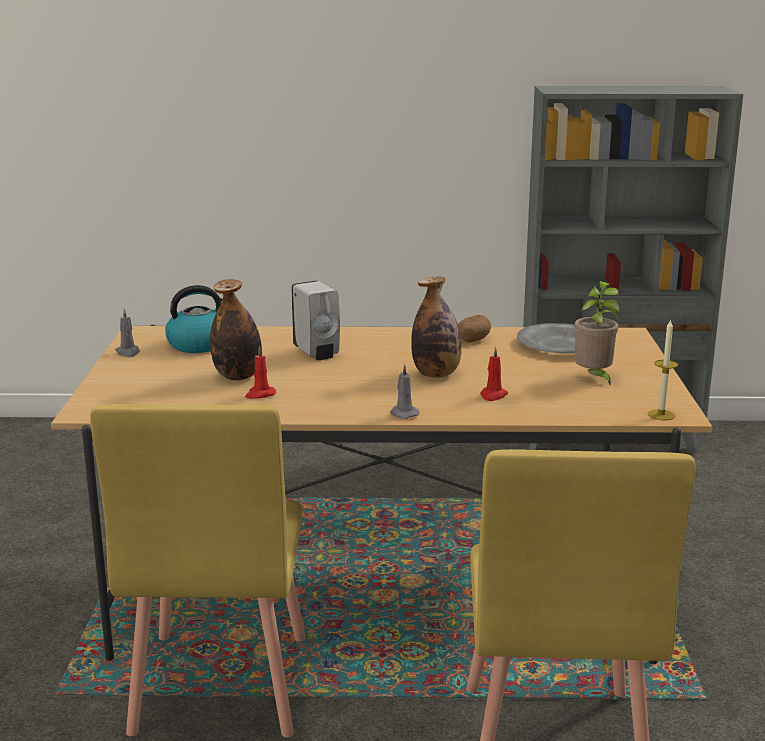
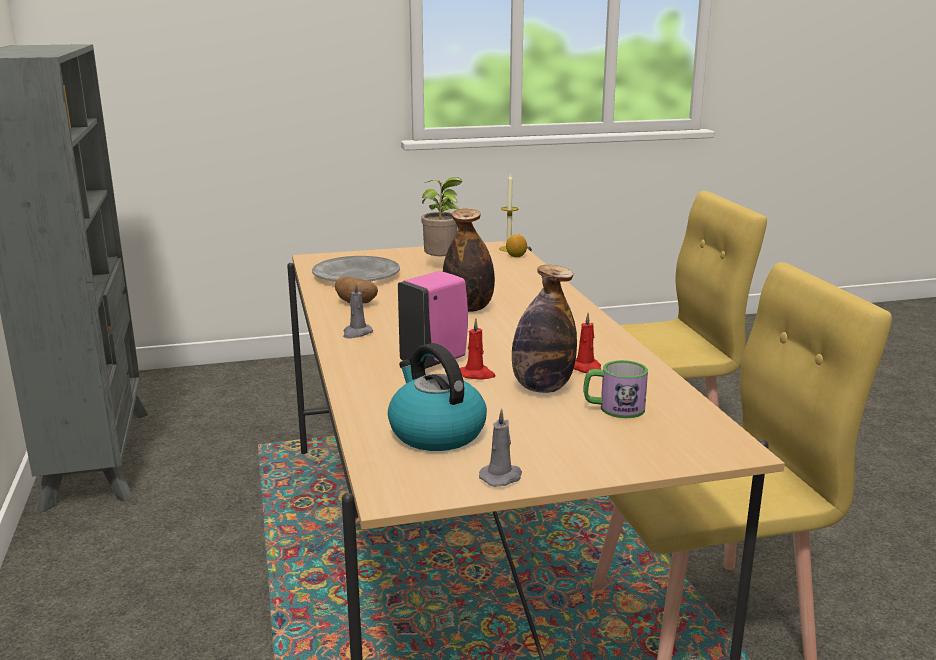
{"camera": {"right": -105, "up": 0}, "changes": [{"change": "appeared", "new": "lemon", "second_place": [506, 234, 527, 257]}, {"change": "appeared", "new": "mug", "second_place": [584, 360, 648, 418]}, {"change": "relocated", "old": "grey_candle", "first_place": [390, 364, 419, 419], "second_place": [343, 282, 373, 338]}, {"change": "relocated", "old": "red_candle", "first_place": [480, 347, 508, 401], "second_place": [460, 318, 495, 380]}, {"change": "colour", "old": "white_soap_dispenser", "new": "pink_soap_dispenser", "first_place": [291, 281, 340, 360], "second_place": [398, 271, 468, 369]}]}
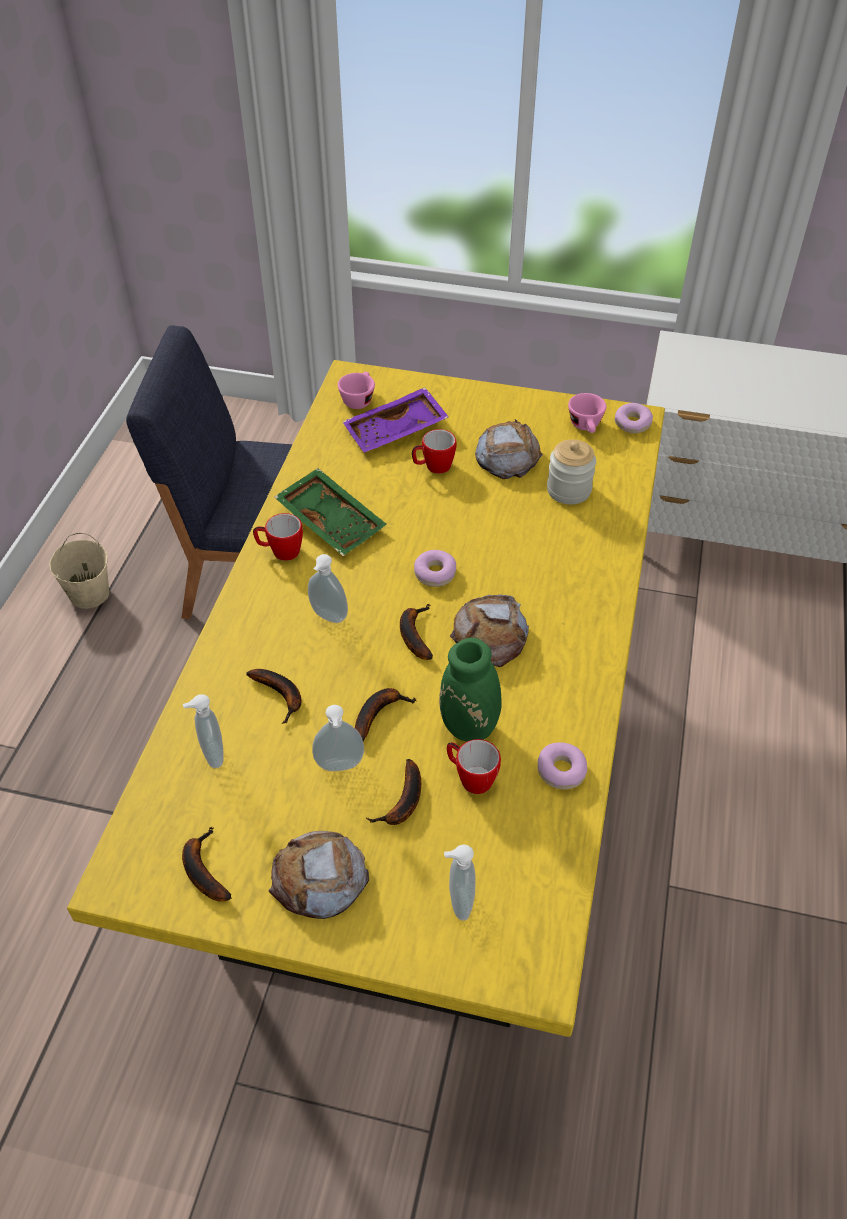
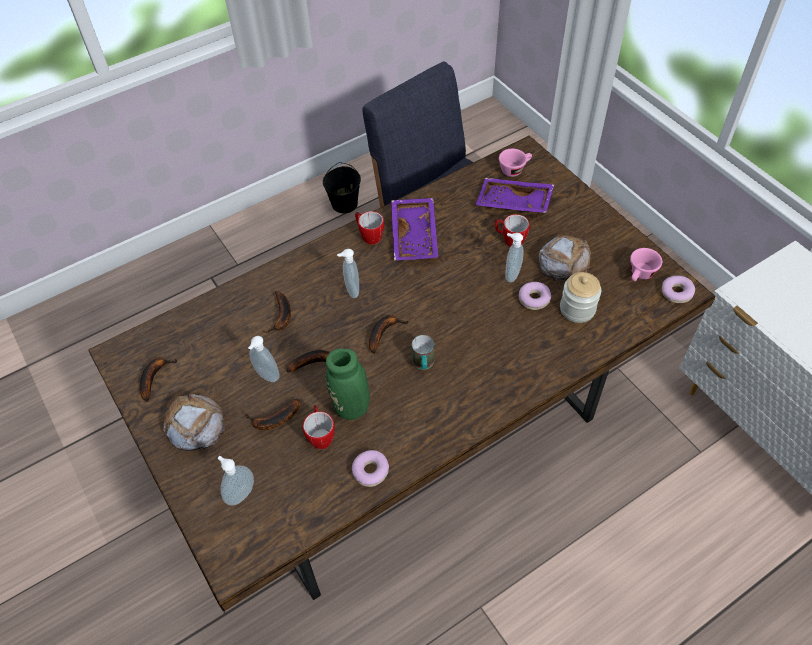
{"camera": {"right": 45, "up": 5}, "changes": [{"change": "relocated", "old": "soap_dispenser", "first_place": [183, 694, 224, 768], "second_place": [506, 233, 524, 282]}, {"change": "relocated", "old": "donut", "first_place": [414, 550, 456, 587], "second_place": [519, 282, 551, 310]}, {"change": "exchanged", "old": "bread", "new": "mug", "first_place": [450, 594, 529, 667], "second_place": [412, 335, 434, 370]}, {"change": "colour", "old": "beige_bucket", "new": "black_bucket", "first_place": [49, 533, 109, 609], "second_place": [323, 162, 361, 213]}, {"change": "colour", "old": "yellow_dining_table", "new": "brown_dining_table", "first_place": [67, 360, 665, 1037], "second_place": [88, 136, 715, 611]}, {"change": "colour", "old": "green_tray", "new": "purple_tray", "first_place": [274, 468, 387, 556], "second_place": [391, 198, 438, 260]}]}
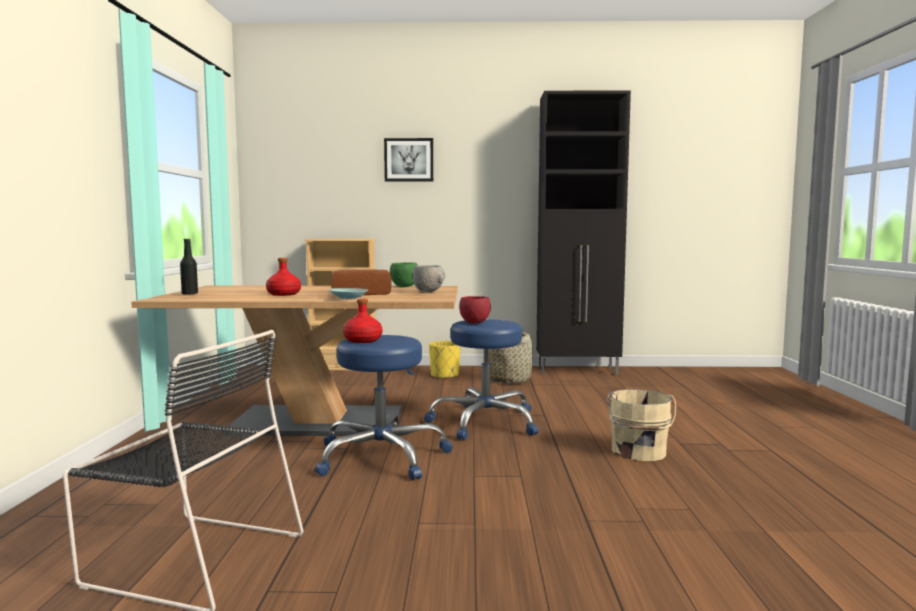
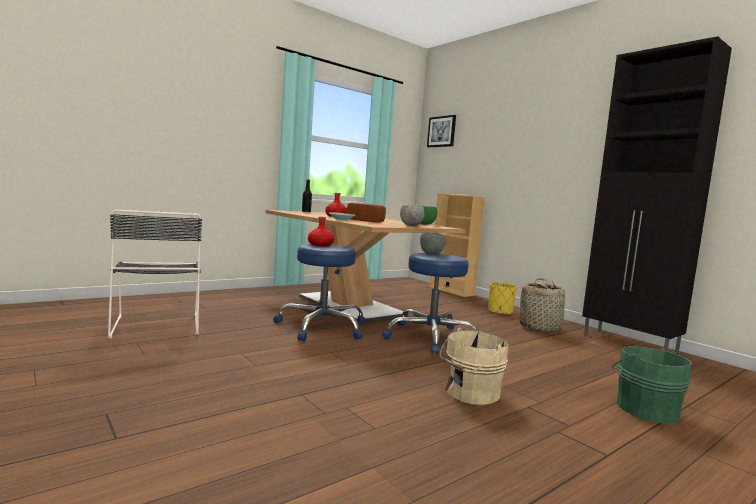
{"camera": {"right": 50, "up": 0}, "changes": [{"change": "appeared", "new": "green_bucket", "second_place": [612, 346, 692, 423]}, {"change": "relocated", "old": "picture", "first_place": [384, 138, 433, 182], "second_place": [427, 115, 456, 147]}, {"change": "colour", "old": "red_bowl", "new": "grey_bowl", "first_place": [459, 296, 491, 324], "second_place": [420, 232, 447, 255]}]}
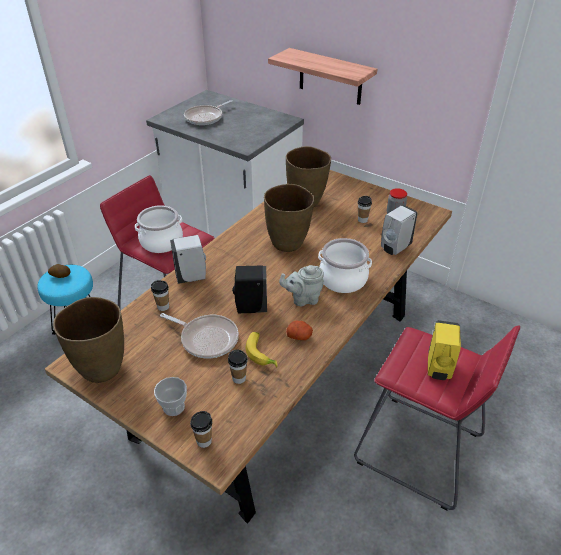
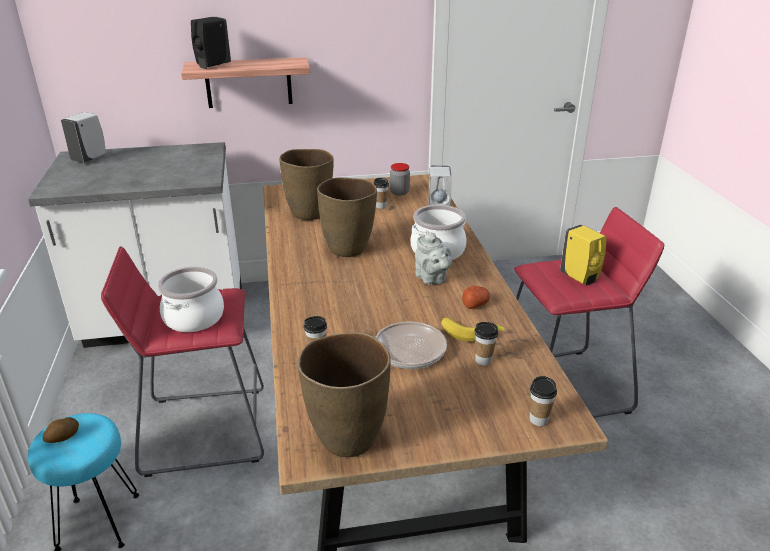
{"camera": {"right": -45, "up": -10}, "changes": [{"change": "missing", "old": "cup", "first_place": [154, 377, 187, 416]}, {"change": "missing", "old": "frying_pan", "first_place": [184, 100, 233, 125]}, {"change": "relocated", "old": "white_soap_dispenser", "first_place": [170, 235, 206, 284], "second_place": [61, 112, 106, 163]}, {"change": "relocated", "old": "black_soap_dispenser", "first_place": [232, 265, 267, 313], "second_place": [191, 17, 231, 69]}, {"change": "spun", "old": "grey_teapot", "first_place": [279, 265, 324, 306], "second_place": [415, 230, 452, 285], "degrees": -60}]}
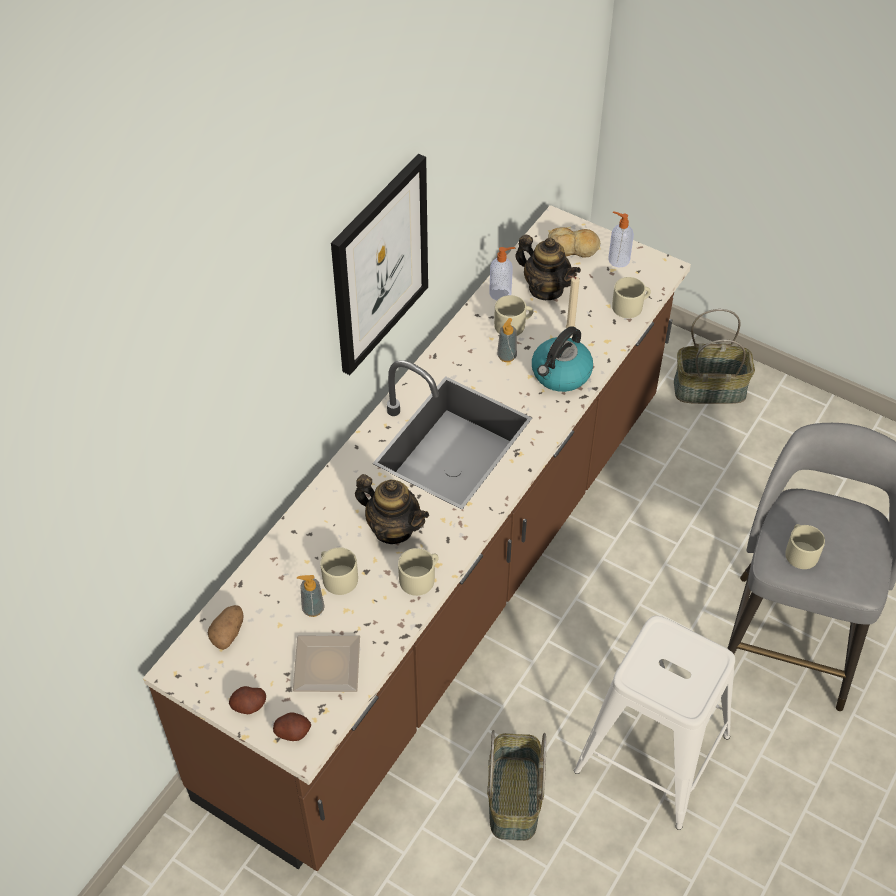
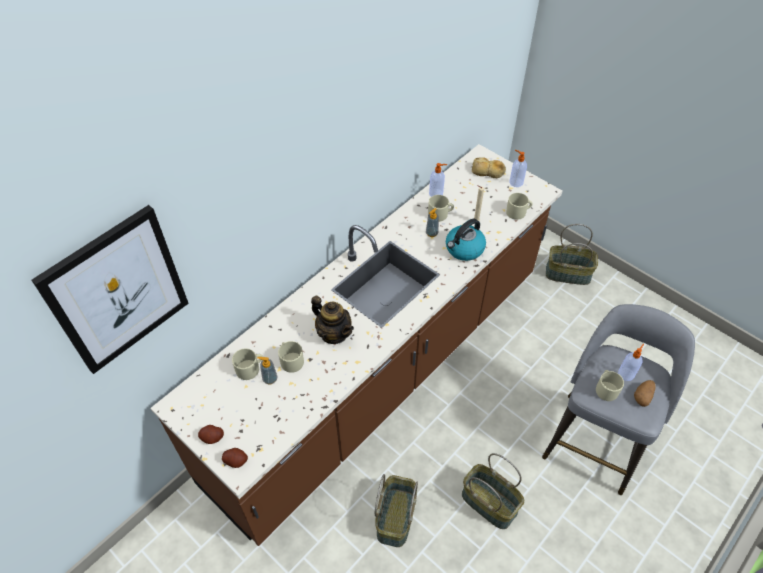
{"camera": {"right": 10, "up": 0}, "changes": [{"change": "missing", "old": "plate", "first_place": [293, 635, 360, 692]}, {"change": "missing", "old": "teapot", "first_place": [515, 234, 581, 300]}, {"change": "appeared", "new": "soap_dispenser", "second_place": [618, 344, 644, 381]}, {"change": "relocated", "old": "potato", "first_place": [208, 605, 243, 650], "second_place": [634, 380, 656, 407]}, {"change": "relocated", "old": "picture", "first_place": [331, 154, 428, 375], "second_place": [32, 205, 189, 374]}, {"change": "relocated", "old": "beige_mug", "first_place": [398, 548, 439, 596], "second_place": [232, 348, 263, 380]}, {"change": "exchanged", "old": "white_stool", "new": "basket", "first_place": [574, 615, 735, 830], "second_place": [462, 453, 524, 529]}]}
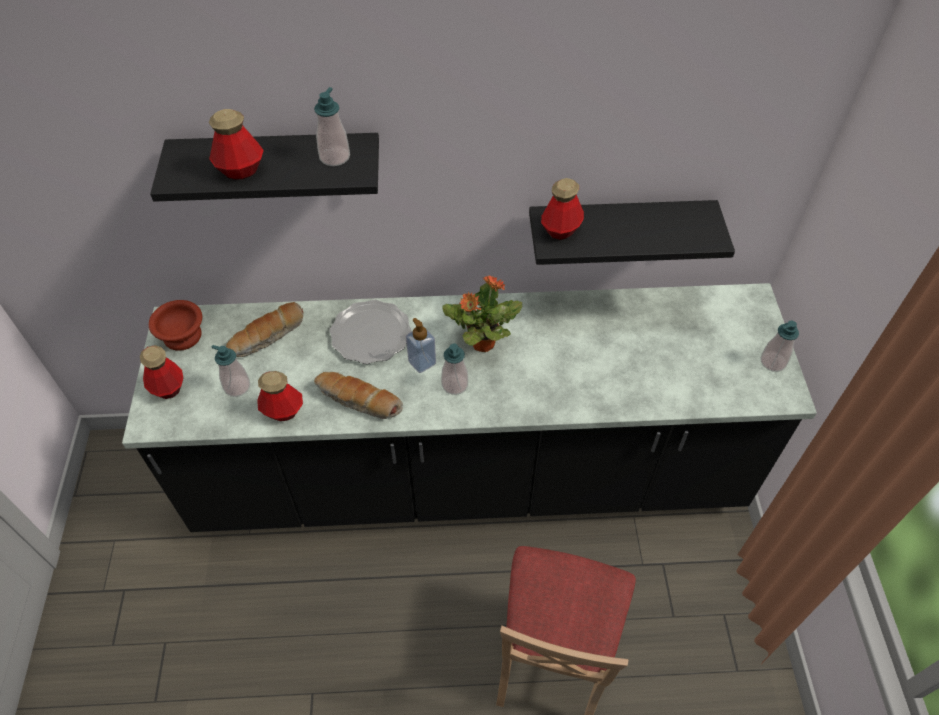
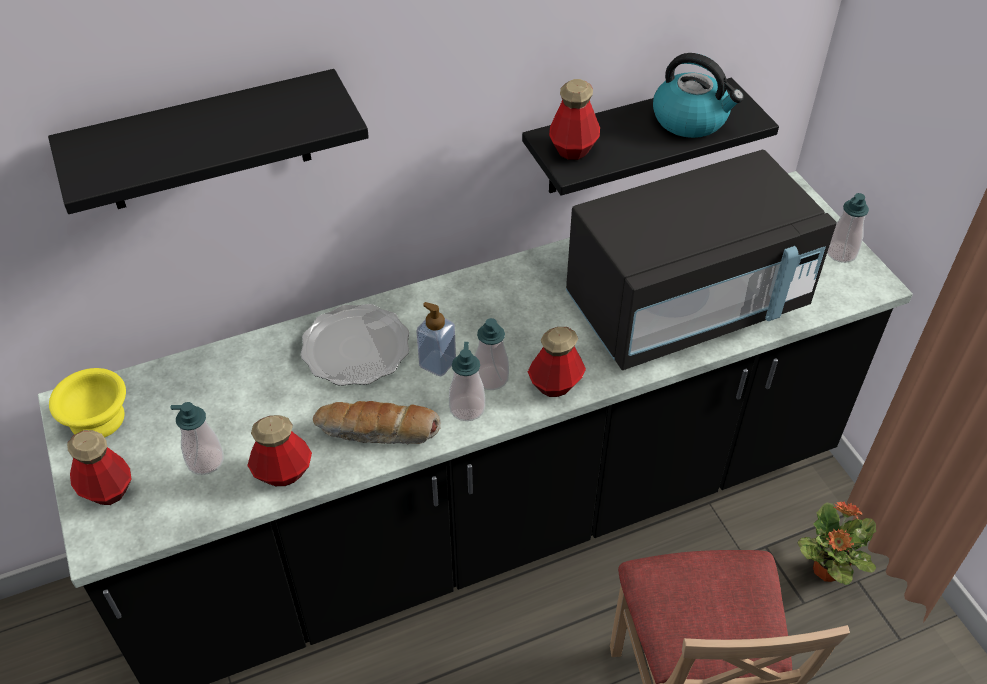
{"camera": {"right": -20, "up": -5}, "changes": [{"change": "missing", "old": "bread", "first_place": [226, 302, 304, 357]}, {"change": "appeared", "new": "black_microwave", "second_place": [566, 150, 837, 370]}, {"change": "appeared", "new": "kettle", "second_place": [653, 53, 744, 138]}, {"change": "relocated", "old": "bottle", "first_place": [209, 109, 264, 179], "second_place": [528, 327, 586, 397]}, {"change": "relocated", "old": "soap_dispenser", "first_place": [314, 87, 350, 166], "second_place": [449, 342, 485, 421]}, {"change": "relocated", "old": "potted_plant", "first_place": [442, 275, 522, 352], "second_place": [797, 502, 876, 585]}, {"change": "colour", "old": "brown_bowl", "new": "yellow_bowl", "first_place": [149, 300, 202, 351], "second_place": [49, 368, 126, 438]}]}
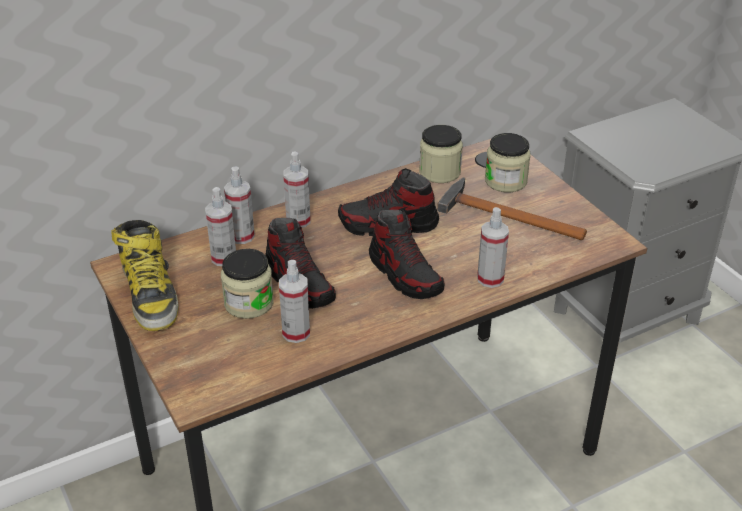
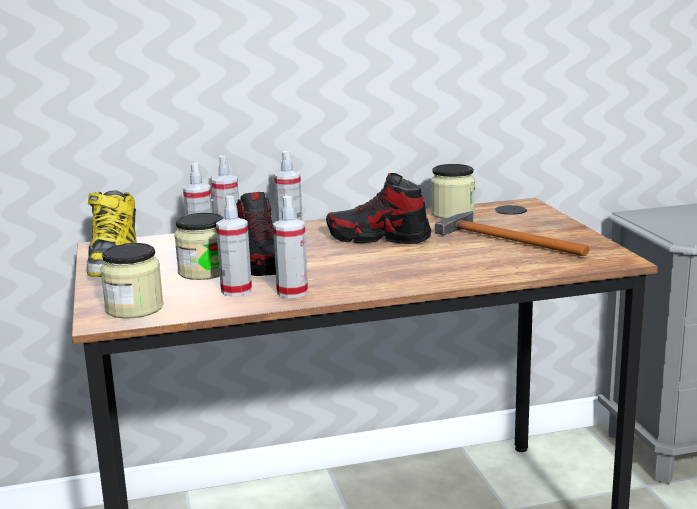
{"camera": {"right": 15, "up": -20}, "changes": [{"change": "missing", "old": "shoe", "first_place": [369, 210, 445, 299]}, {"change": "relocated", "old": "spray_bottle", "first_place": [477, 207, 509, 288], "second_place": [273, 196, 308, 298]}, {"change": "relocated", "old": "jar", "first_place": [485, 133, 531, 193], "second_place": [100, 243, 164, 319]}]}
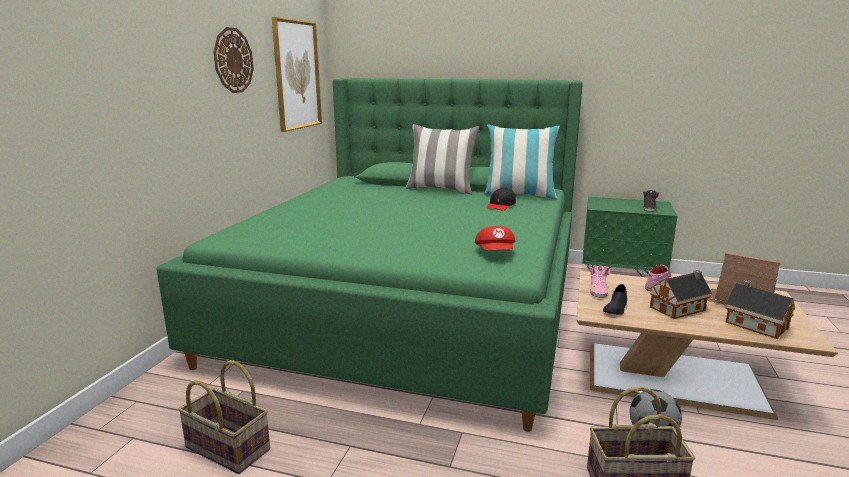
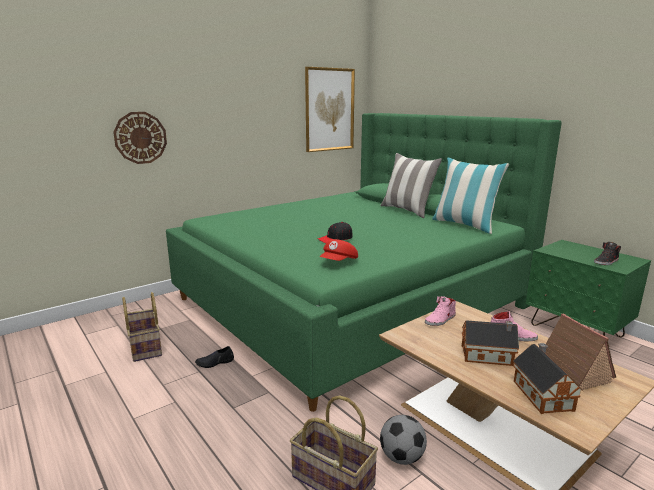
{"camera": {"right": 35, "up": 0}, "changes": [{"change": "relocated", "old": "wall_clock", "first_place": [213, 27, 254, 93], "second_place": [113, 112, 167, 164]}, {"change": "relocated", "old": "black_cap", "first_place": [486, 187, 516, 211], "second_place": [318, 222, 352, 243]}, {"change": "relocated", "old": "black_shoe", "first_place": [603, 284, 627, 315], "second_place": [195, 346, 234, 368]}]}
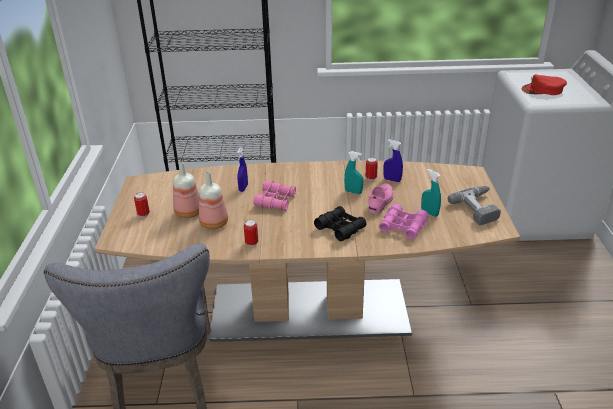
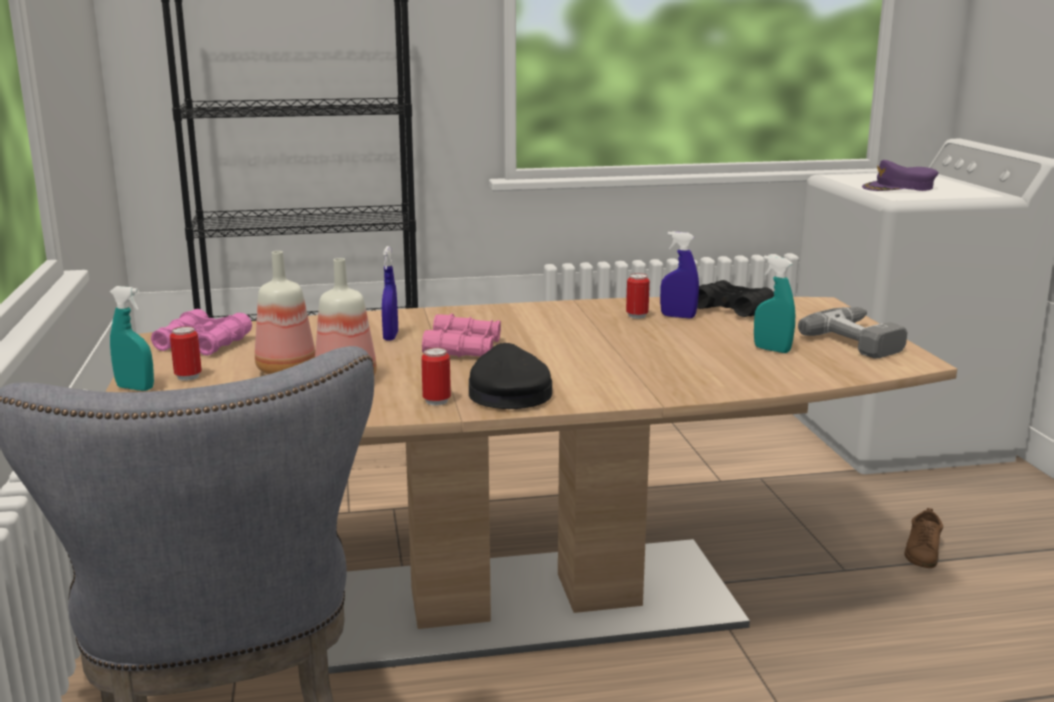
{"camera": {"right": -10, "up": -15}, "changes": [{"change": "missing", "old": "pink_shoe", "first_place": [368, 183, 394, 214]}, {"change": "appeared", "new": "black_cap", "second_place": [469, 343, 552, 409]}, {"change": "appeared", "new": "brown_shoe", "second_place": [904, 508, 943, 568]}, {"change": "relocated", "old": "black_binoculars", "first_place": [314, 206, 367, 241], "second_place": [697, 280, 774, 317]}, {"change": "relocated", "old": "turquoise_spray_bottle", "first_place": [344, 151, 363, 194], "second_place": [110, 286, 154, 391]}, {"change": "relocated", "old": "pink_binoculars", "first_place": [379, 203, 429, 239], "second_place": [151, 309, 252, 356]}, {"change": "colour", "old": "red_cap", "new": "purple_cap", "first_place": [522, 74, 567, 95], "second_place": [862, 160, 939, 191]}]}
